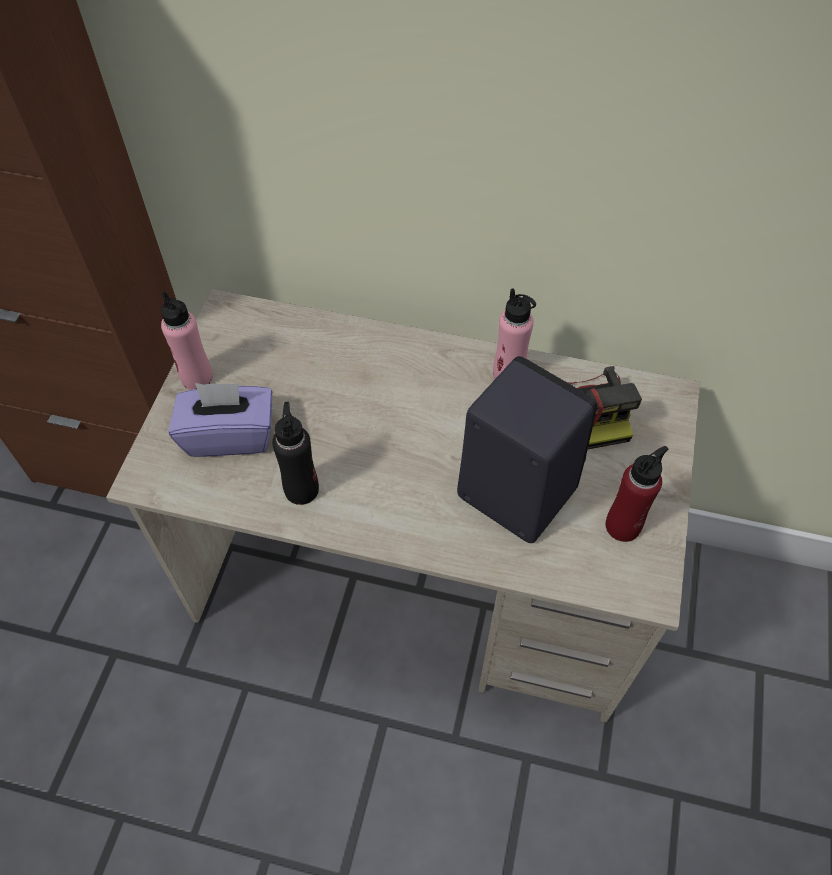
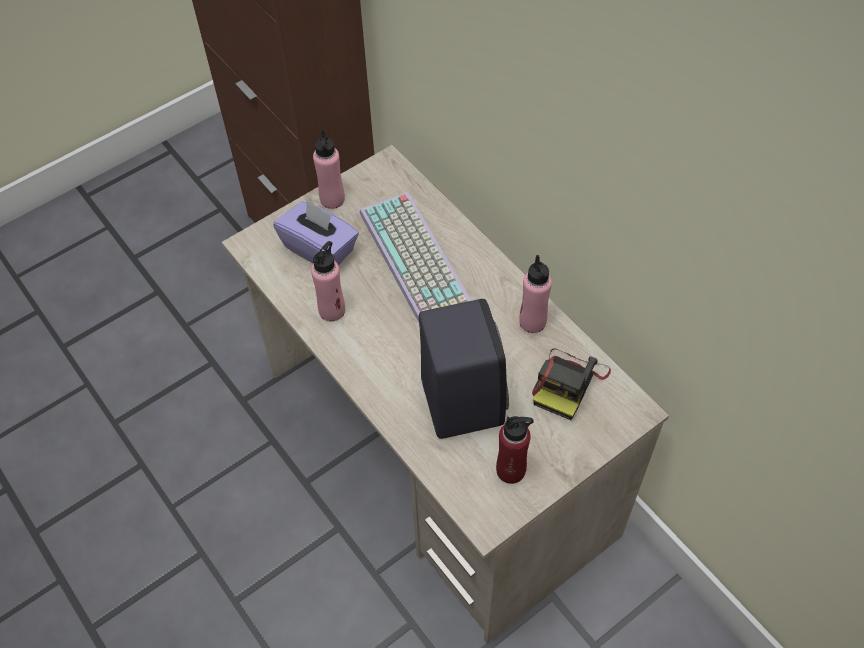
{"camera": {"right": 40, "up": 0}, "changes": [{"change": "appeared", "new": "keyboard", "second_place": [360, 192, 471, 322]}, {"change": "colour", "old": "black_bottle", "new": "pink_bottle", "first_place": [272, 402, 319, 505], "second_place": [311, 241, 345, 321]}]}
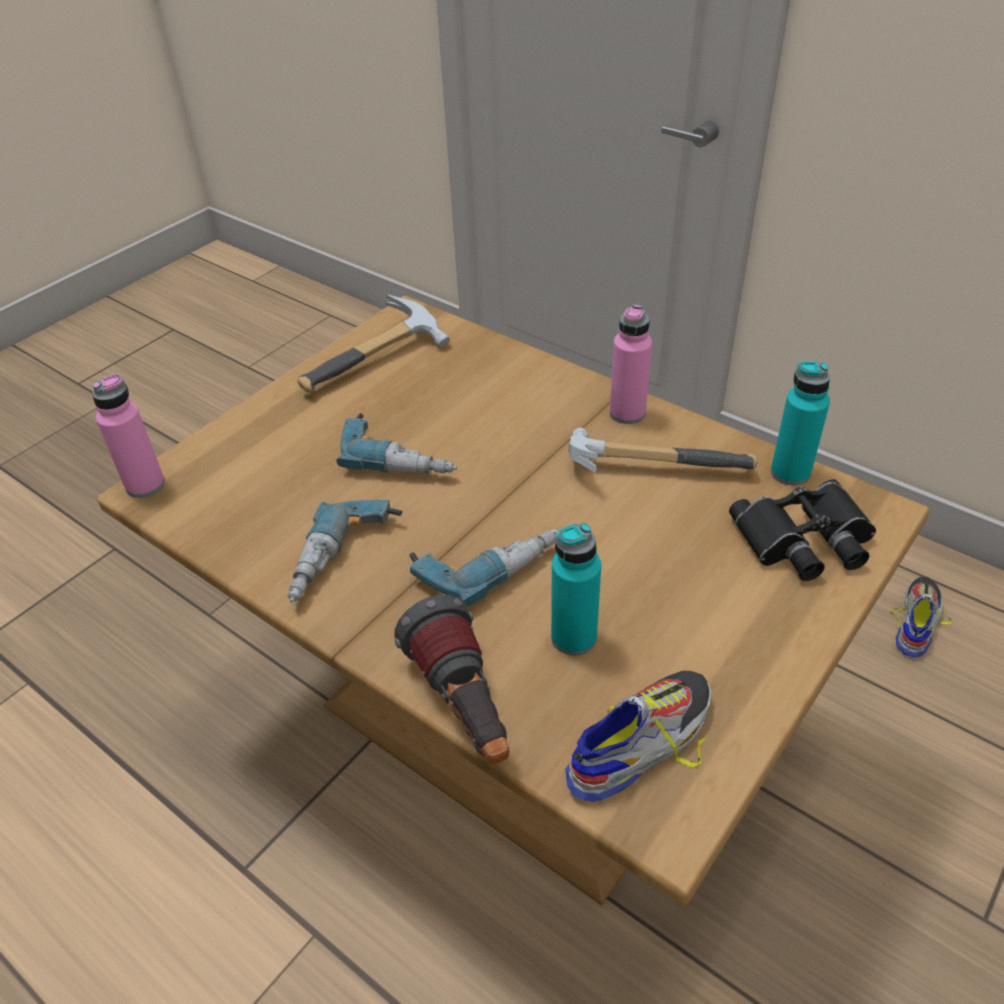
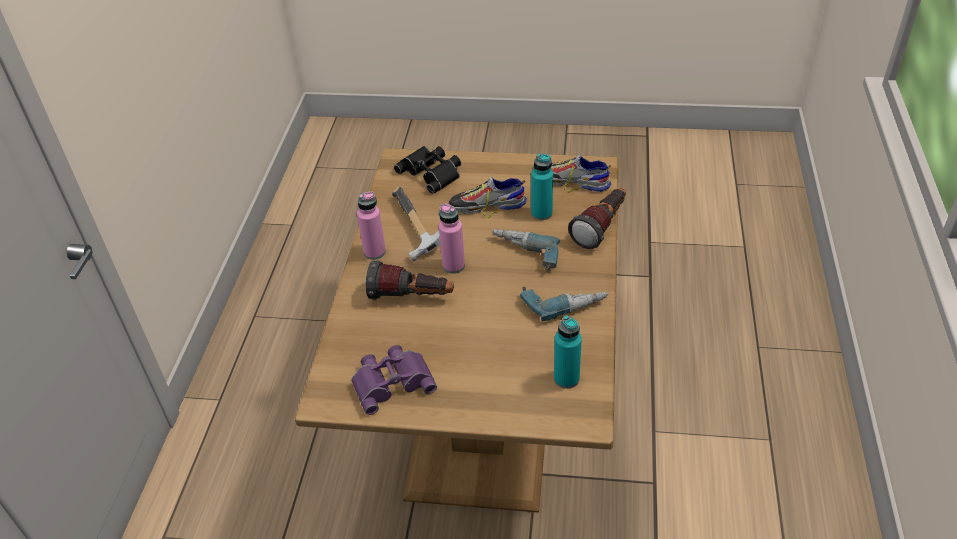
{"camera": {"right": -120, "up": 0}, "changes": [{"change": "missing", "old": "power_drill", "first_place": [336, 413, 457, 473]}, {"change": "appeared", "new": "flashlight", "second_place": [366, 260, 454, 300]}, {"change": "relocated", "old": "pink_bottle", "first_place": [92, 374, 165, 498], "second_place": [439, 204, 465, 274]}, {"change": "relocated", "old": "turquoise_bottle", "first_place": [771, 361, 830, 486], "second_place": [554, 315, 582, 389]}, {"change": "relocated", "old": "shoe", "first_place": [890, 577, 952, 658], "second_place": [449, 177, 527, 218]}, {"change": "exchanged", "old": "hammer", "new": "purple_binoculars", "first_place": [297, 294, 450, 393], "second_place": [351, 345, 437, 415]}]}
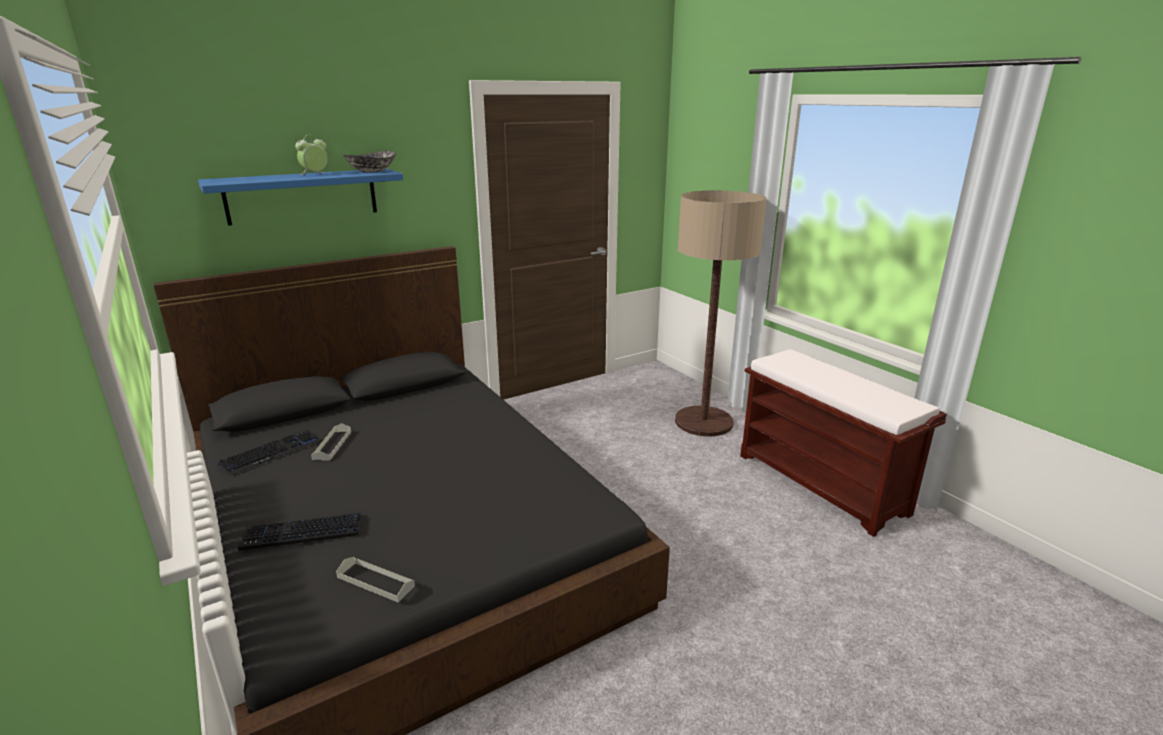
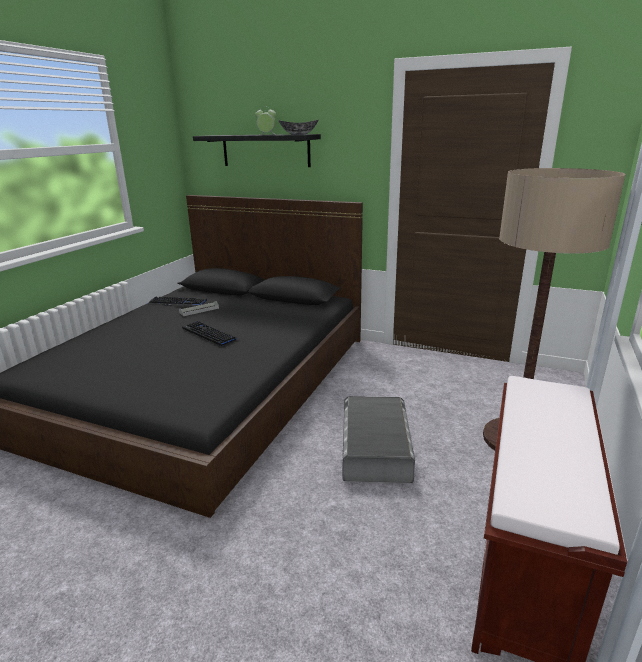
{"camera": {"right": 55, "up": 0}, "changes": [{"change": "missing", "old": "grey_tray", "first_place": [336, 557, 415, 603]}, {"change": "appeared", "new": "grey_storage_box", "second_place": [342, 396, 415, 483]}, {"change": "relocated", "old": "keyboard", "first_place": [238, 512, 362, 551], "second_place": [182, 321, 238, 346]}, {"change": "colour", "old": "blue_shelf", "new": "black_shelf", "first_place": [198, 169, 403, 226], "second_place": [193, 134, 321, 167]}]}
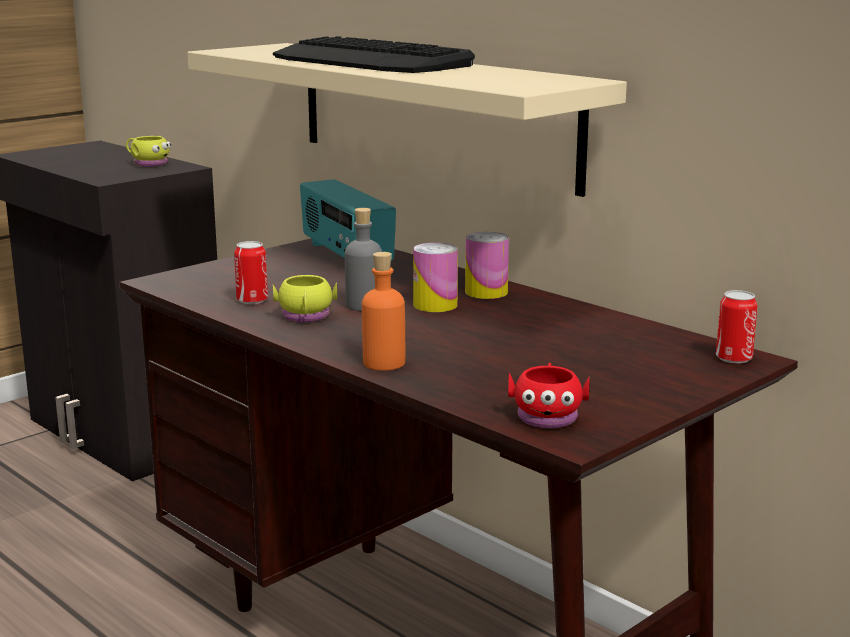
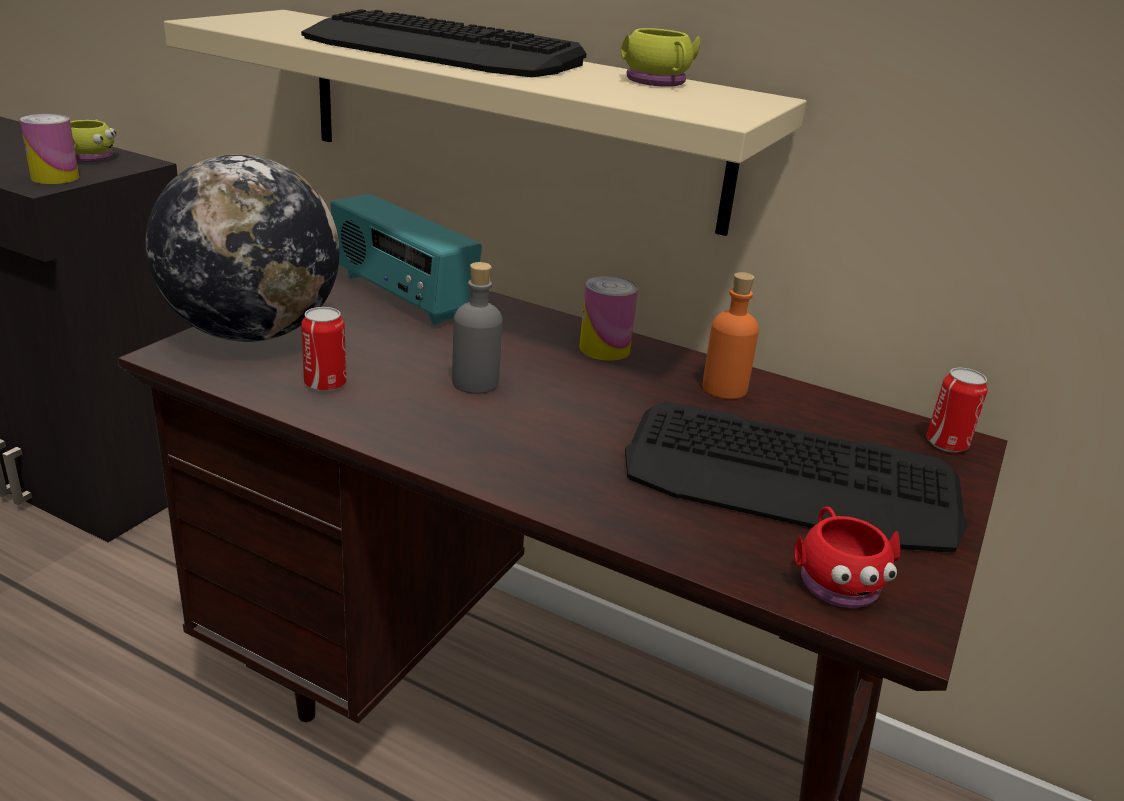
{"camera": {"right": -20, "up": 10}, "changes": [{"change": "appeared", "new": "globe", "second_place": [146, 154, 339, 342]}, {"change": "appeared", "new": "keyboard", "second_place": [625, 402, 969, 552]}, {"change": "relocated", "old": "yellow_mug", "first_place": [273, 275, 337, 322], "second_place": [621, 28, 700, 87]}, {"change": "relocated", "old": "orange_bottle", "first_place": [362, 252, 405, 371], "second_place": [702, 272, 759, 399]}, {"change": "relocated", "old": "can", "first_place": [413, 243, 458, 312], "second_place": [20, 114, 79, 184]}]}
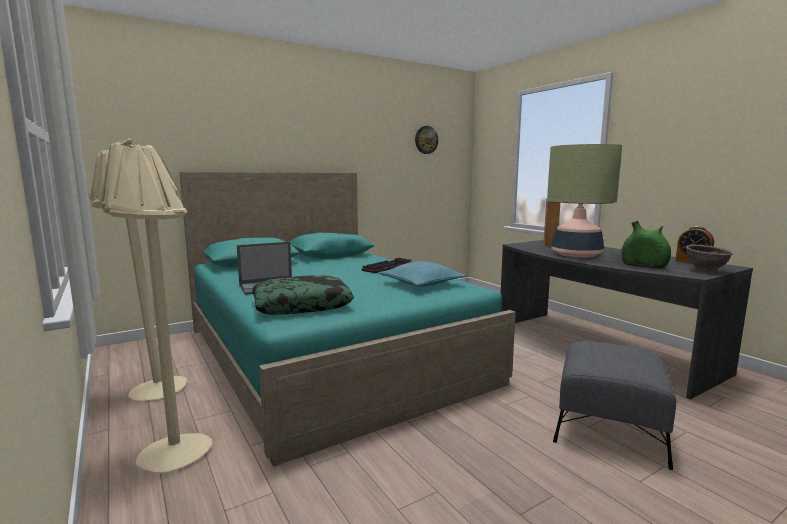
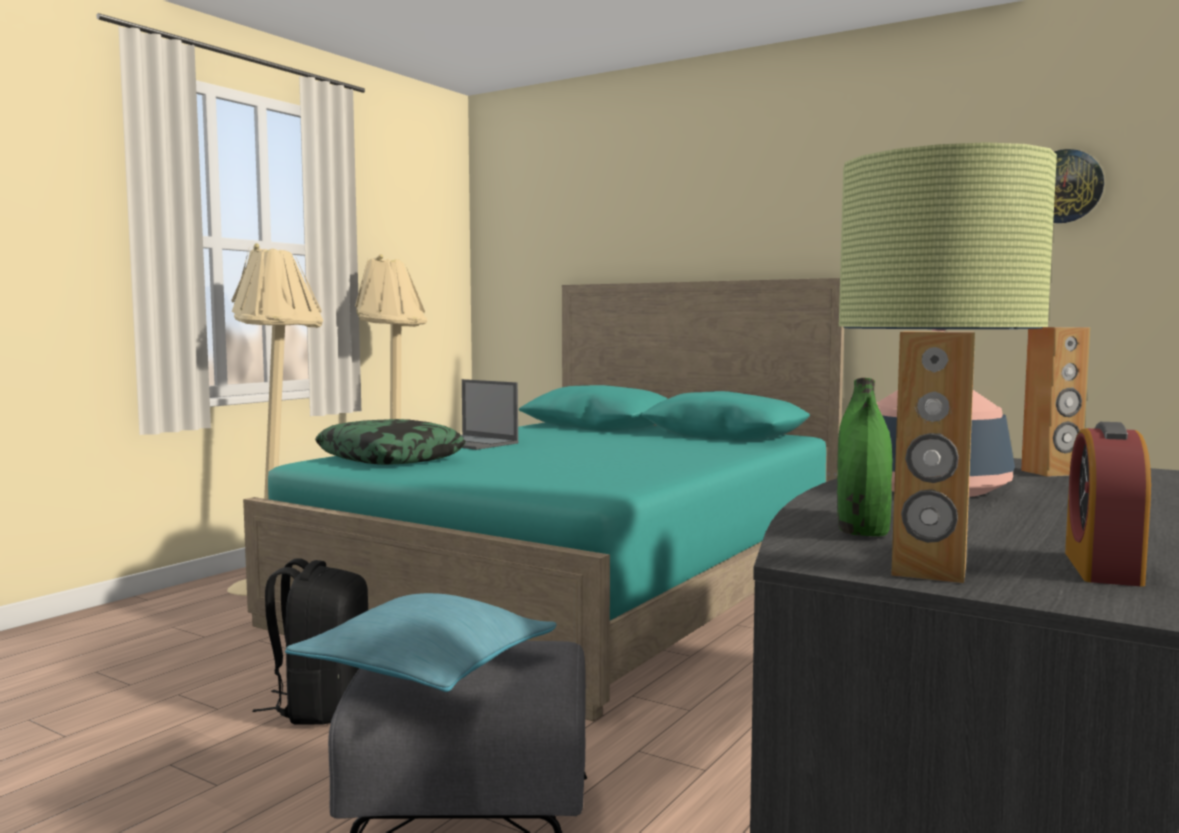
{"camera": {"right": 65, "up": -5}, "changes": [{"change": "missing", "old": "keyboard", "first_place": [362, 258, 411, 273]}, {"change": "appeared", "new": "black_backpack", "second_place": [253, 558, 368, 725]}, {"change": "relocated", "old": "turquoise_pillow", "first_place": [379, 261, 467, 287], "second_place": [285, 593, 557, 692]}, {"change": "exchanged", "old": "brown_bowl", "new": "brown_speaker", "first_place": [685, 245, 733, 271], "second_place": [891, 331, 975, 583]}]}
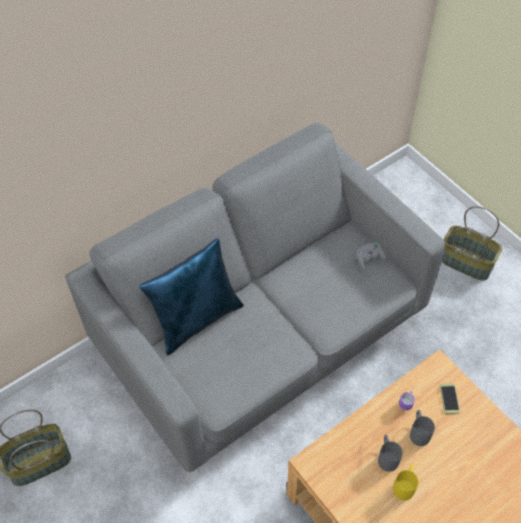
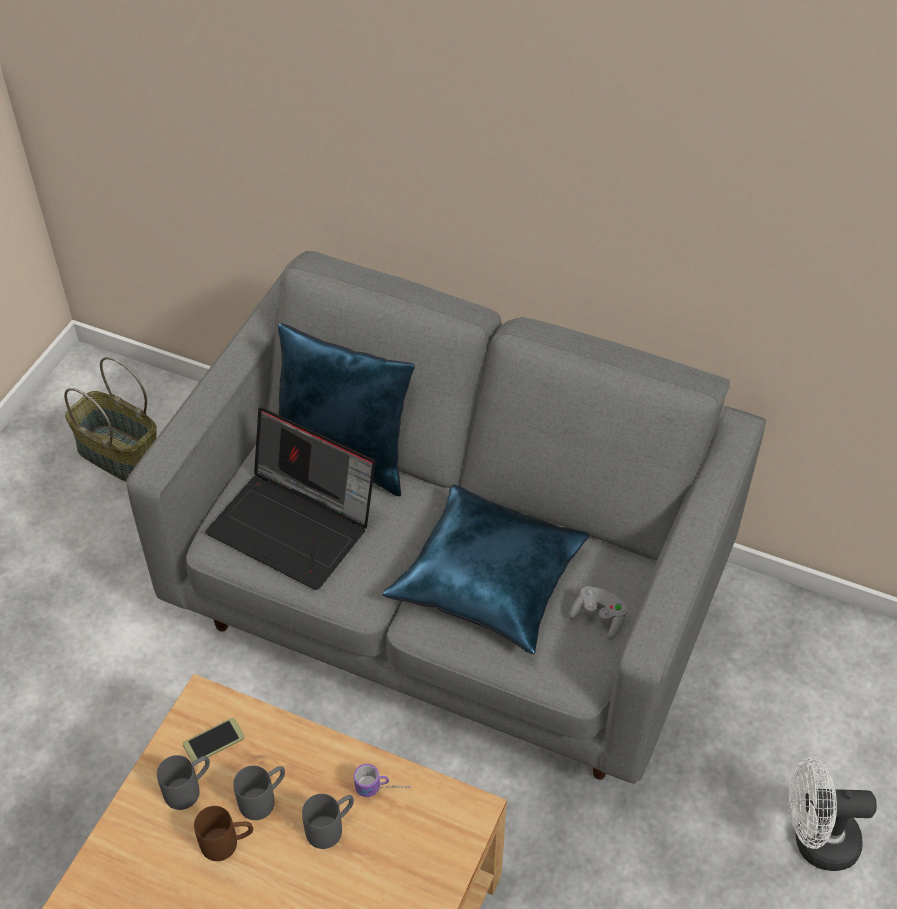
{"camera": {"right": 60, "up": -5}, "changes": [{"change": "appeared", "new": "grey_mug", "second_place": [157, 755, 210, 810]}, {"change": "appeared", "new": "laptop", "second_place": [205, 408, 375, 590]}, {"change": "appeared", "new": "blue_pillow", "second_place": [383, 485, 590, 654]}, {"change": "relocated", "old": "phone", "first_place": [440, 383, 460, 414], "second_place": [183, 718, 244, 762]}, {"change": "exchanged", "old": "basket", "new": "white_fan", "first_place": [442, 206, 502, 281], "second_place": [789, 757, 877, 871]}, {"change": "colour", "old": "yellow_mug", "new": "brown_mug", "first_place": [393, 464, 418, 501], "second_place": [194, 806, 253, 861]}]}
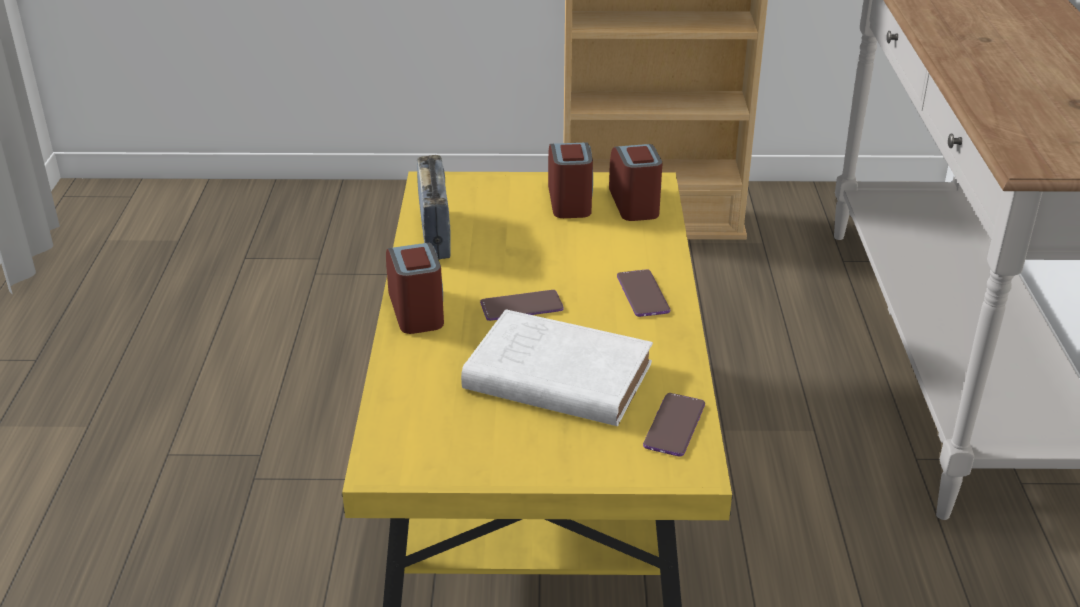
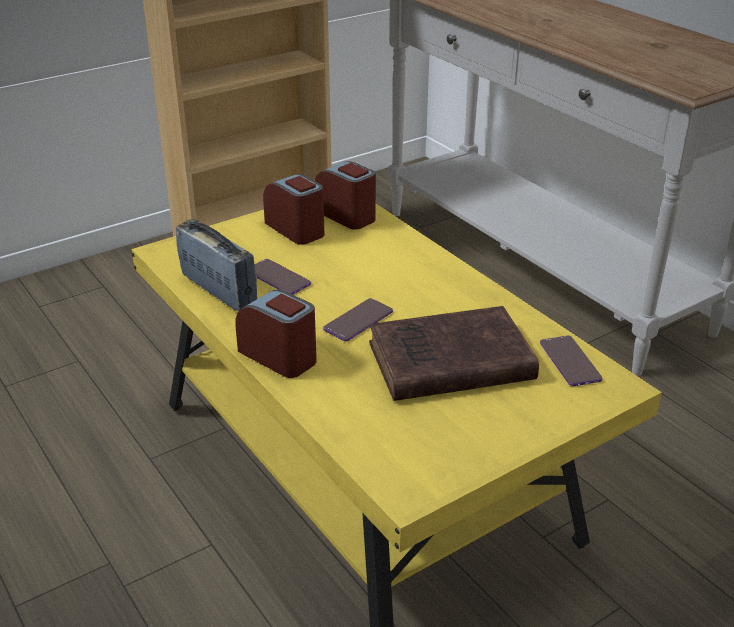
{"camera": {"right": -35, "up": 0}, "changes": [{"change": "relocated", "old": "phone", "first_place": [617, 269, 670, 317], "second_place": [255, 259, 311, 294]}, {"change": "colour", "old": "white_book", "new": "brown_book", "first_place": [461, 309, 653, 426], "second_place": [369, 306, 539, 401]}]}
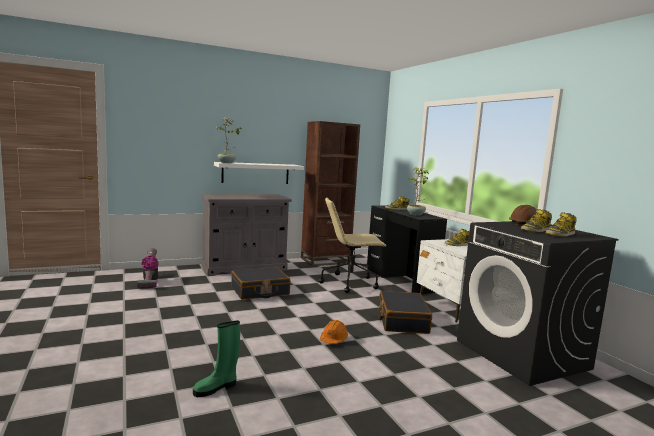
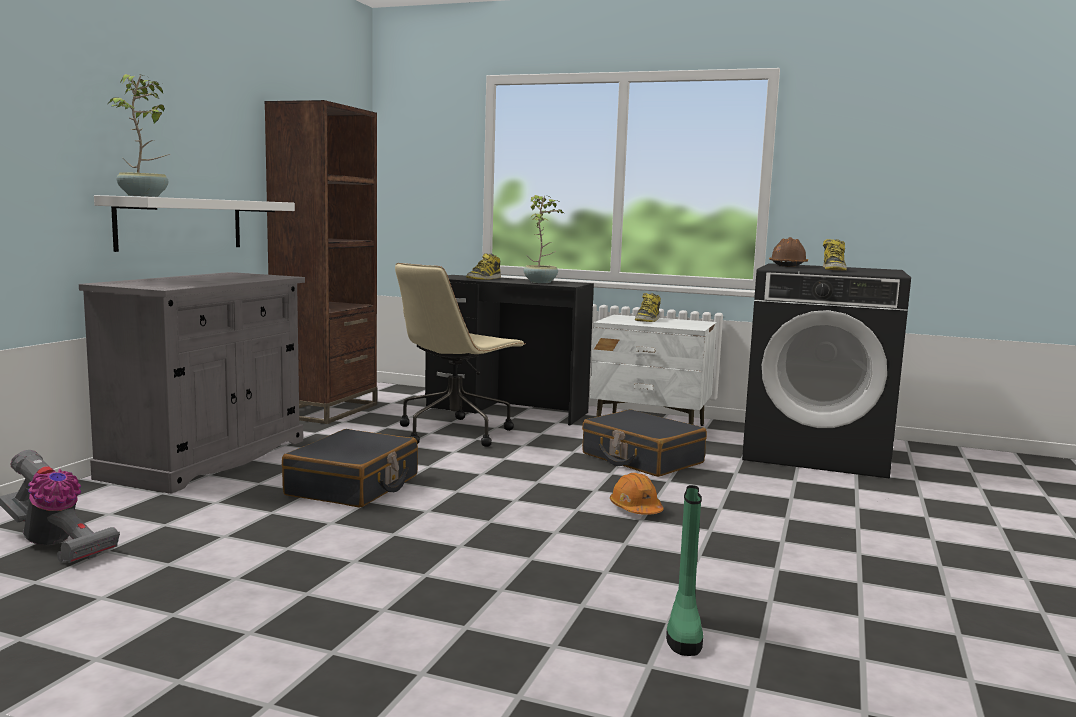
{"camera": {"right": -45, "up": 0}, "changes": [{"change": "missing", "old": "boot", "first_place": [546, 212, 577, 237]}]}
